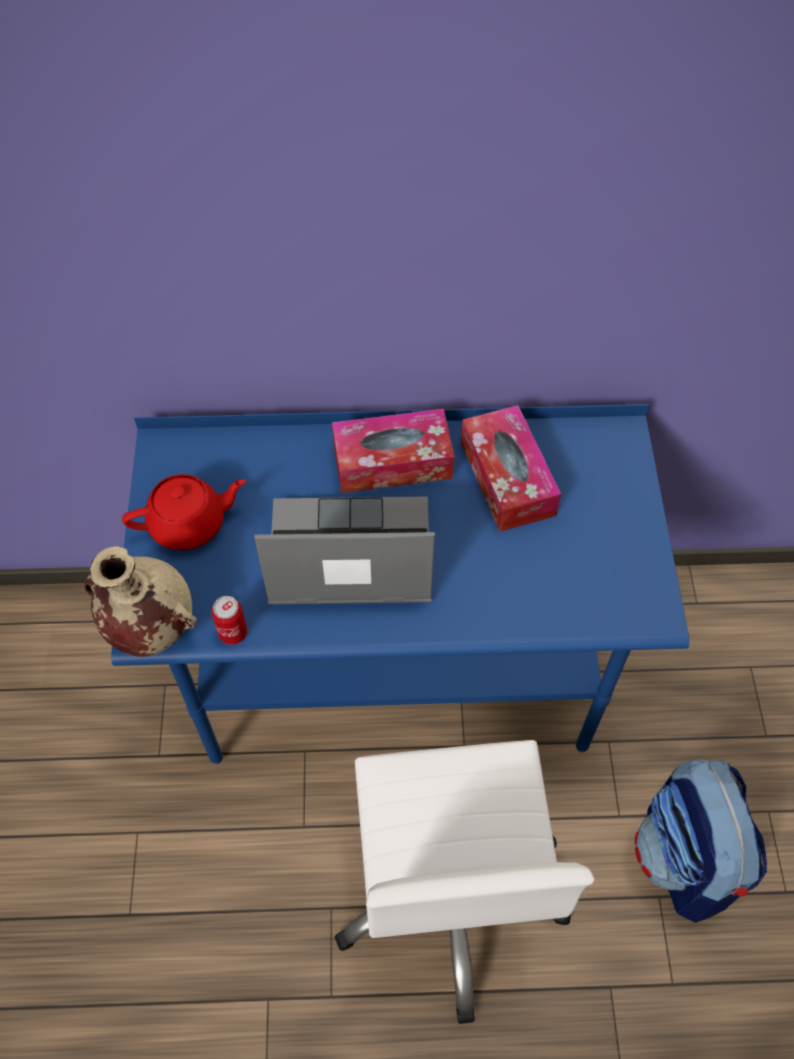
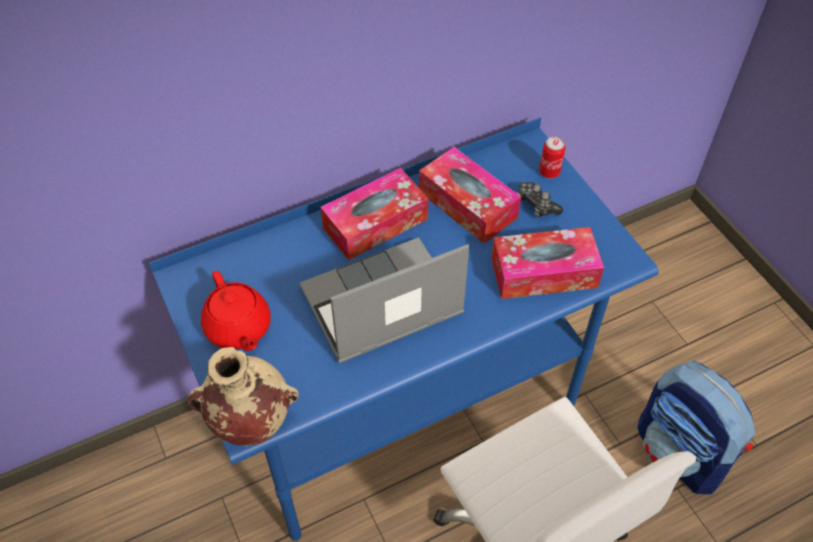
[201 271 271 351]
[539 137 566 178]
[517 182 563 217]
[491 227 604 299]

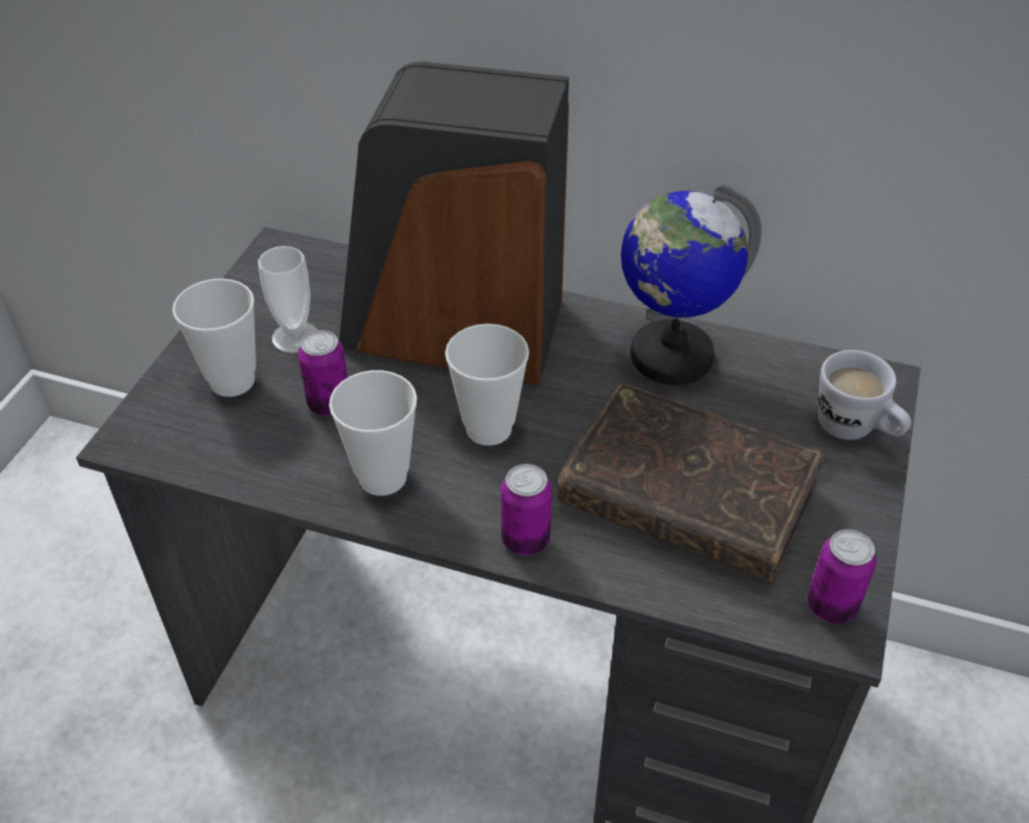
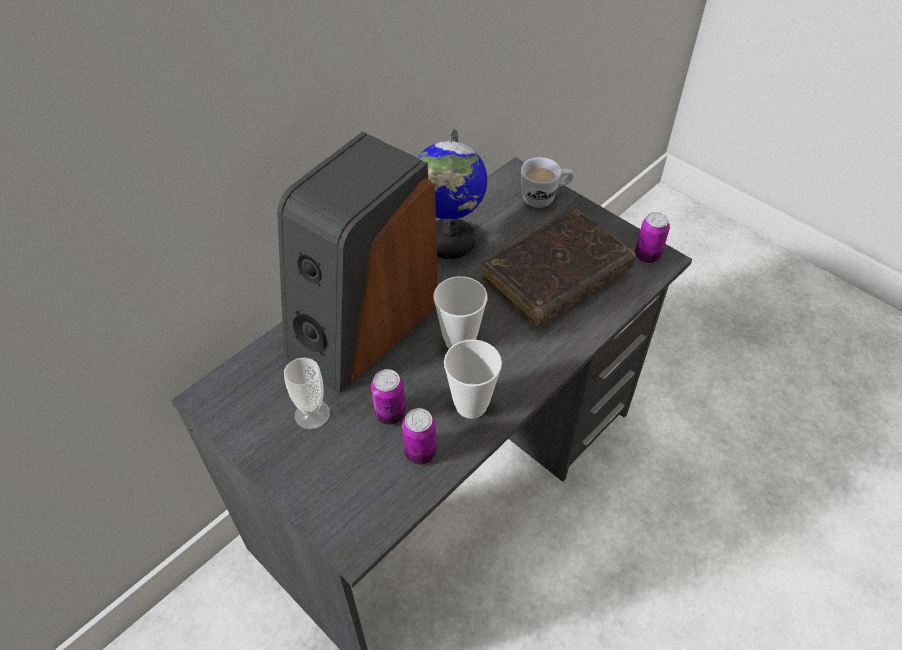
[172 278 256 397] (first image)
[402 408 437 464]

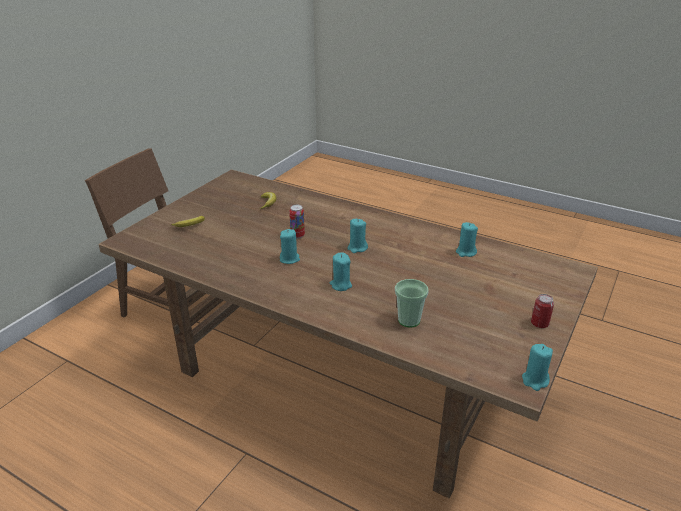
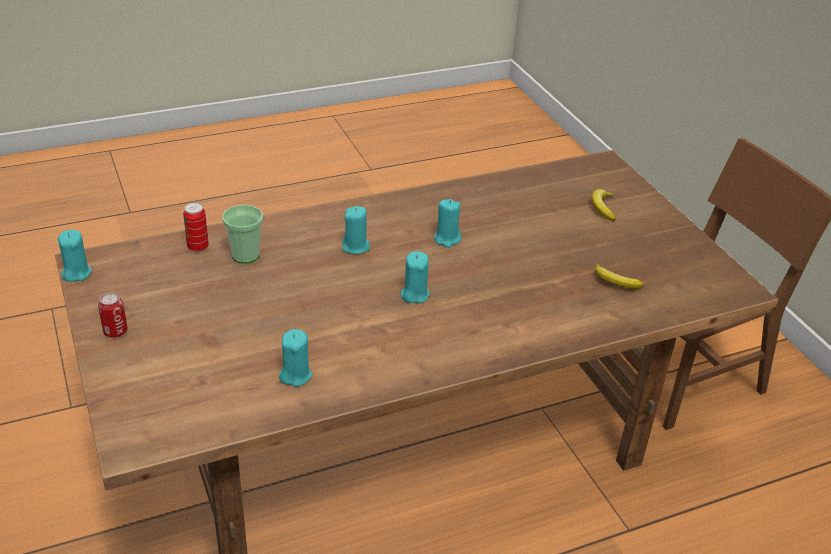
[183 202 209 252]

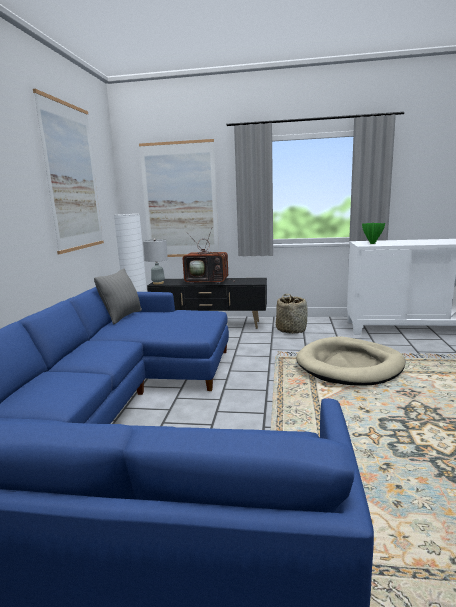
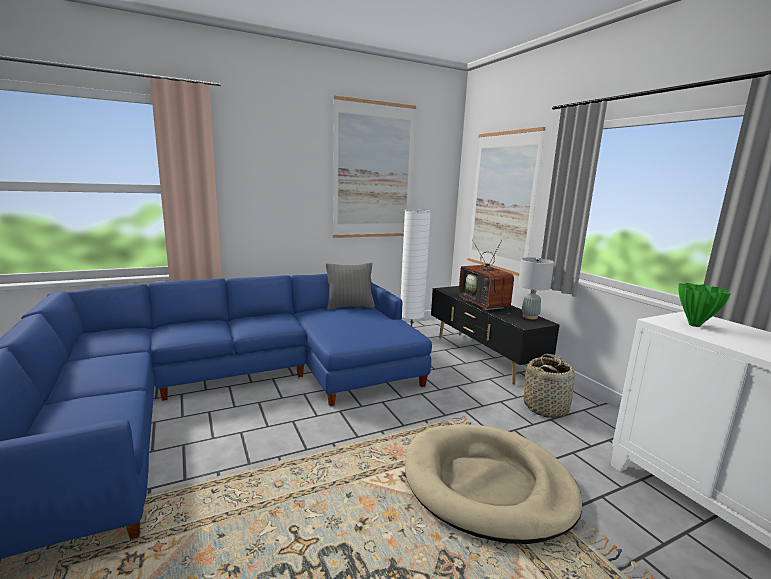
[518 257 554 319]

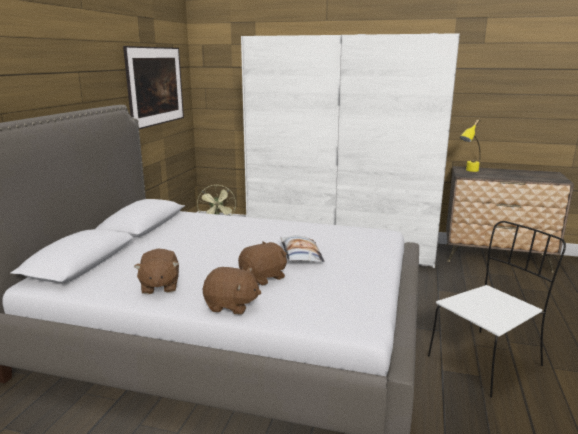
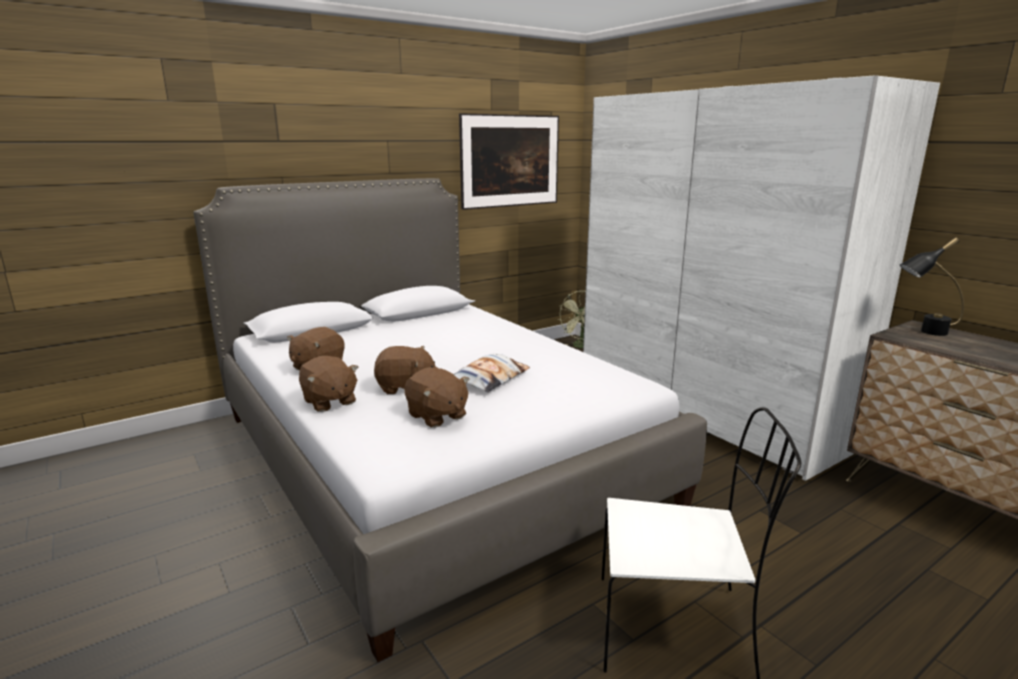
[900 237 964 336]
[404 367 469 428]

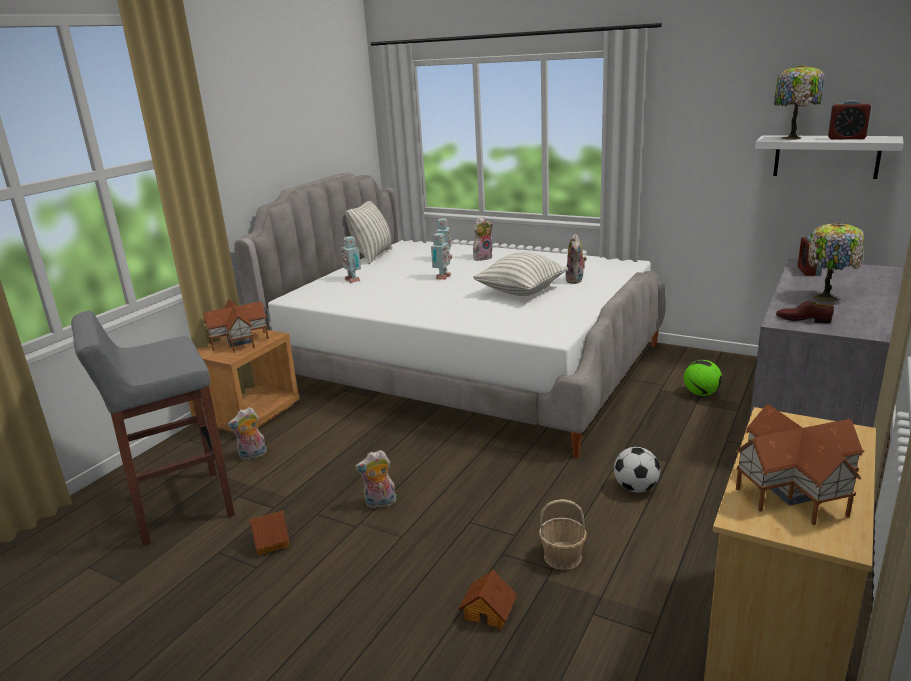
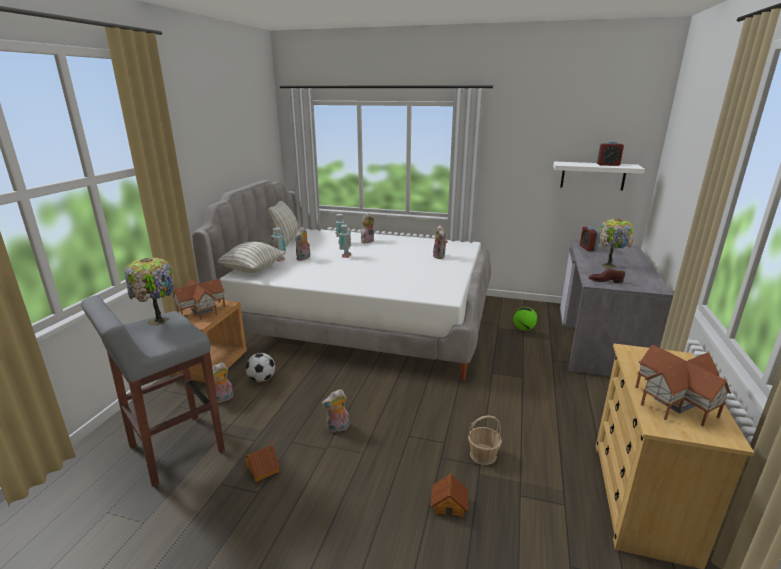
[124 258 175 326]
[217 242 286 273]
[246 353 275 382]
[295 227 310 261]

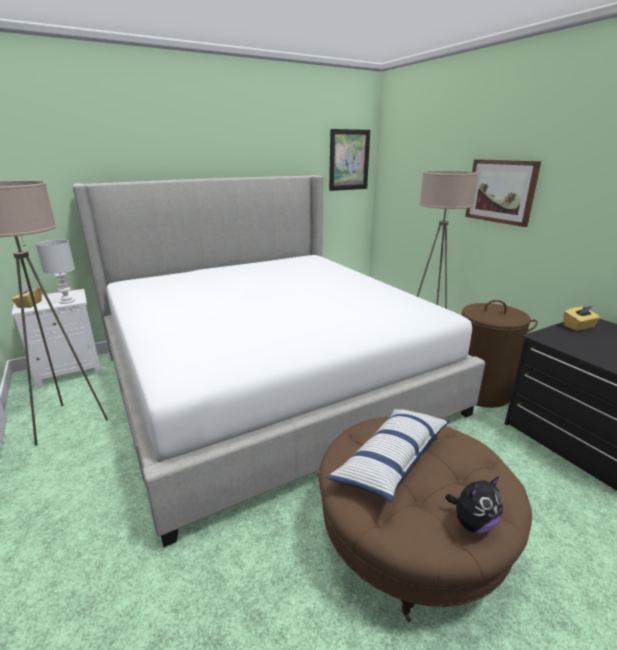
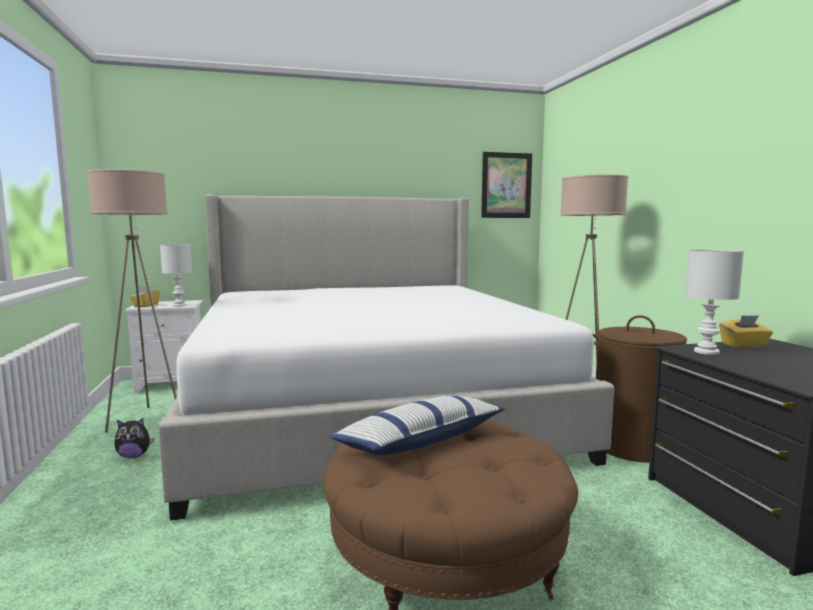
[465 159 541 227] (first image)
[114 418 155 458]
[685 249 744 355]

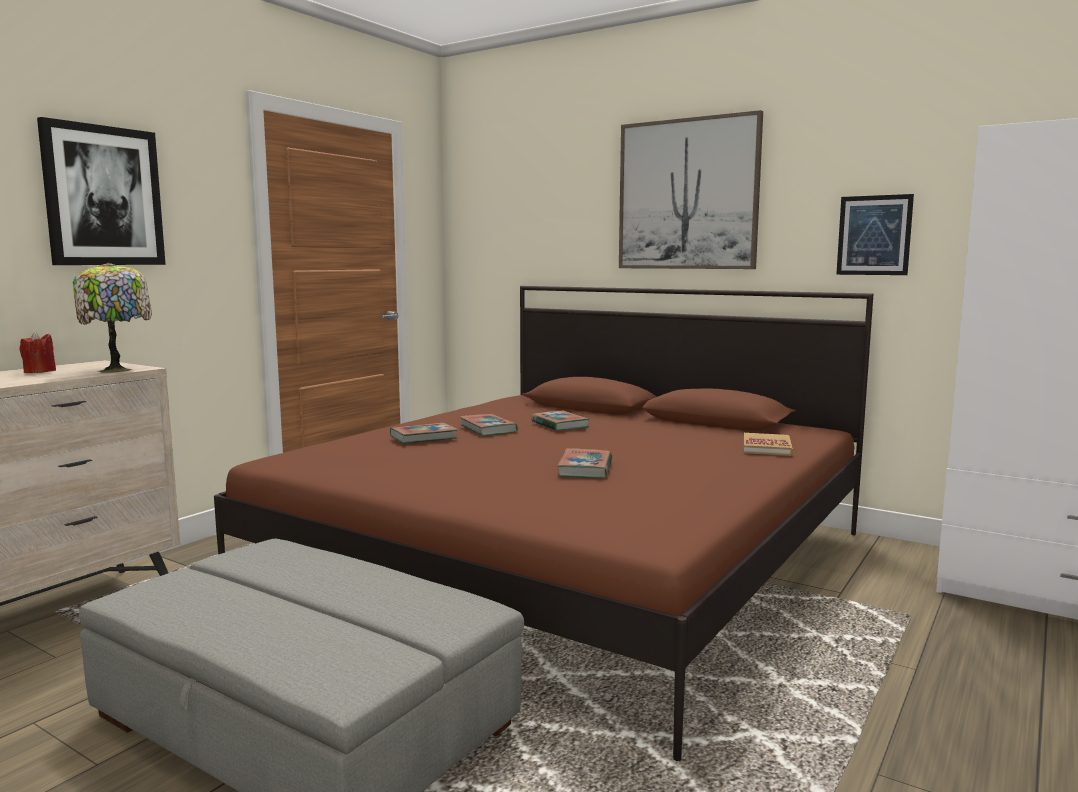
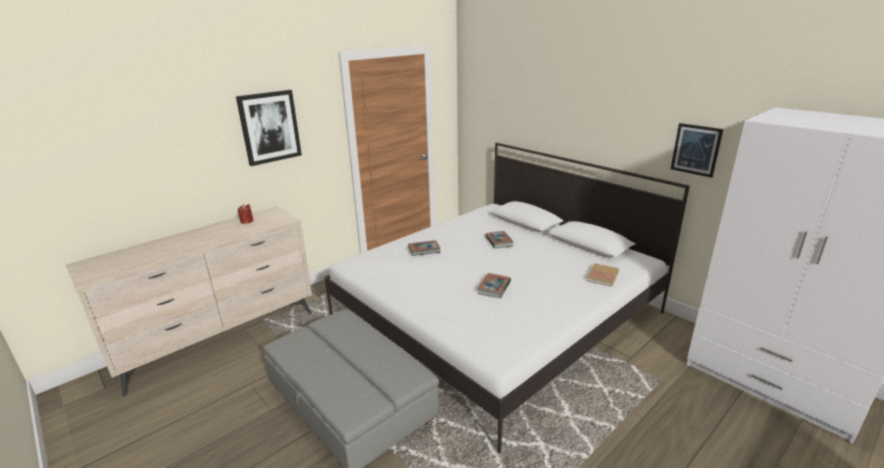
[619 110 763 269] (first image)
[73 263 152 373] (first image)
[324 142 690 453]
[460 414 518 436] (first image)

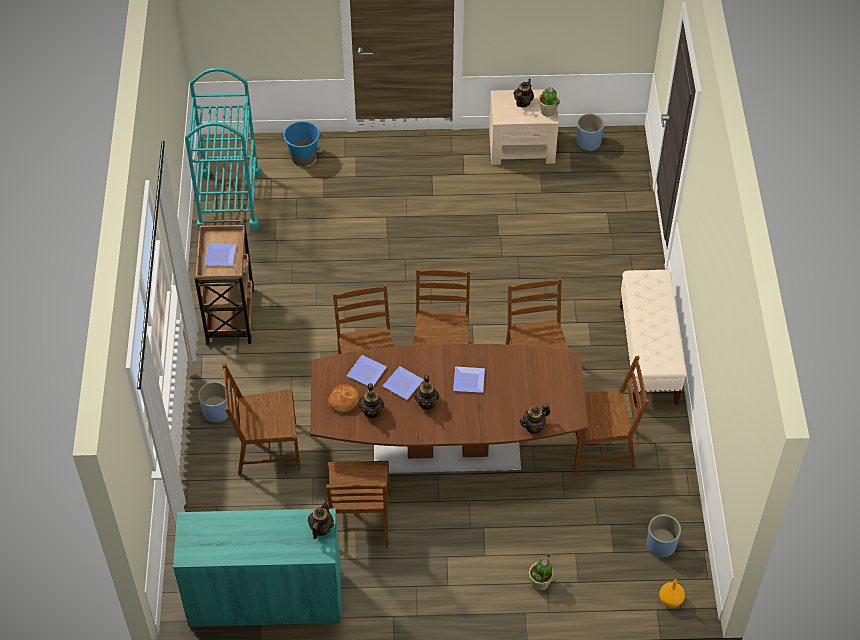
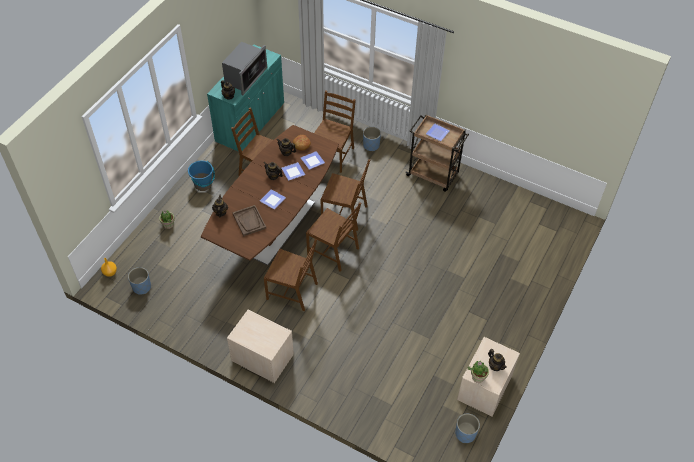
[185 68 262 230] (first image)
[188 161 215 191]
[227 309 294 383]
[574 356 649 475] (first image)
[222 42 267 96]
[233 205 266 236]

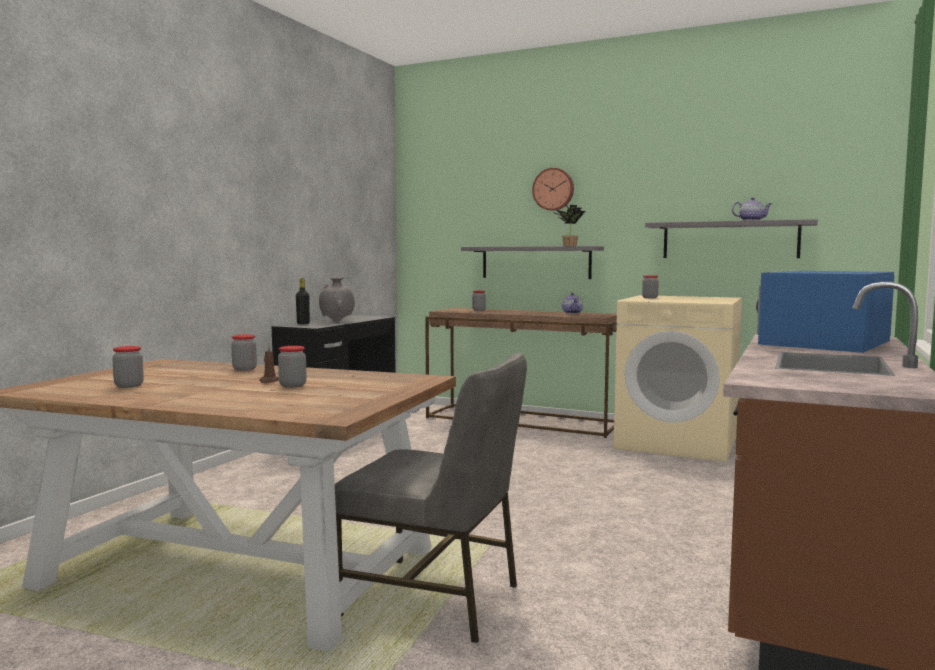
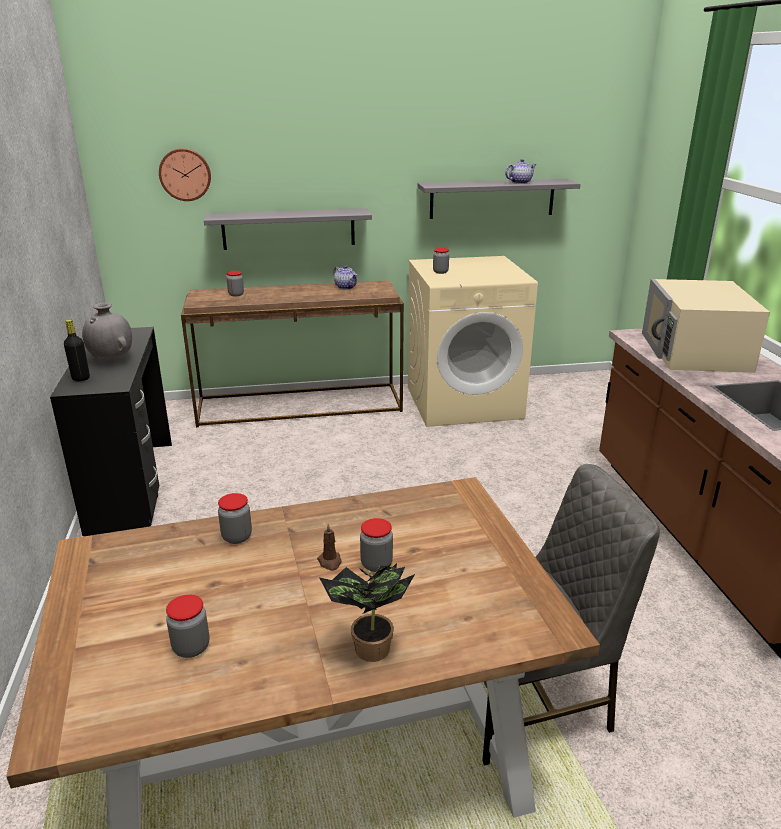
[159 148 211 201]
[319 563 415 662]
[642 279 770 373]

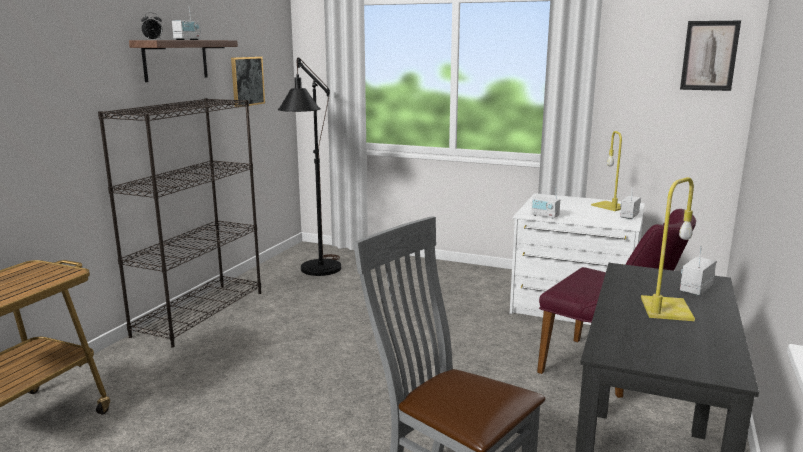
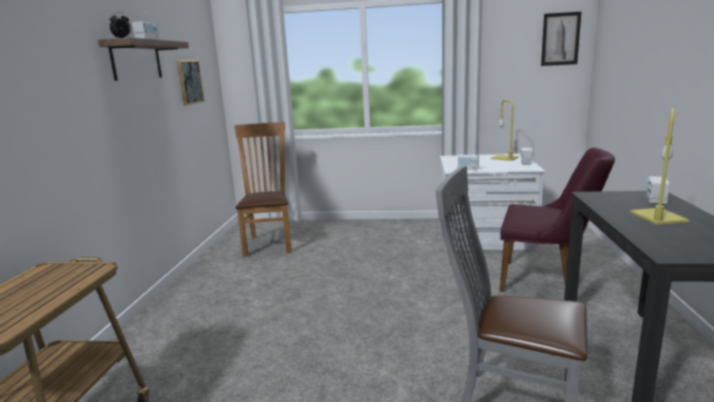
[234 122 292 257]
[98 98 261 348] (first image)

